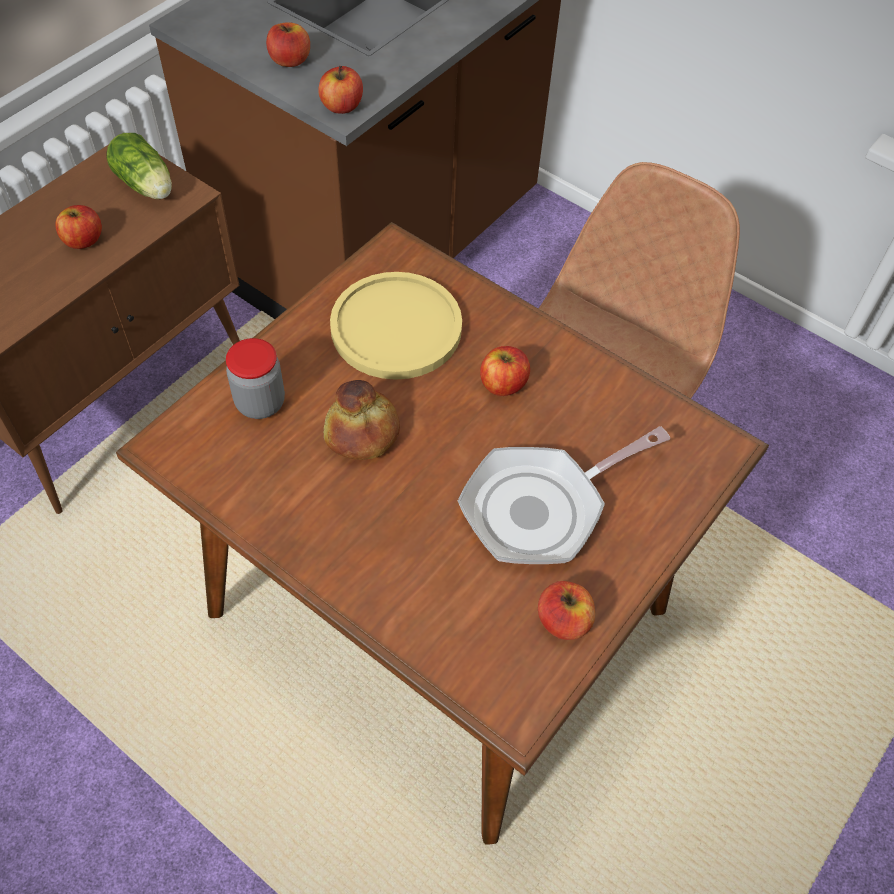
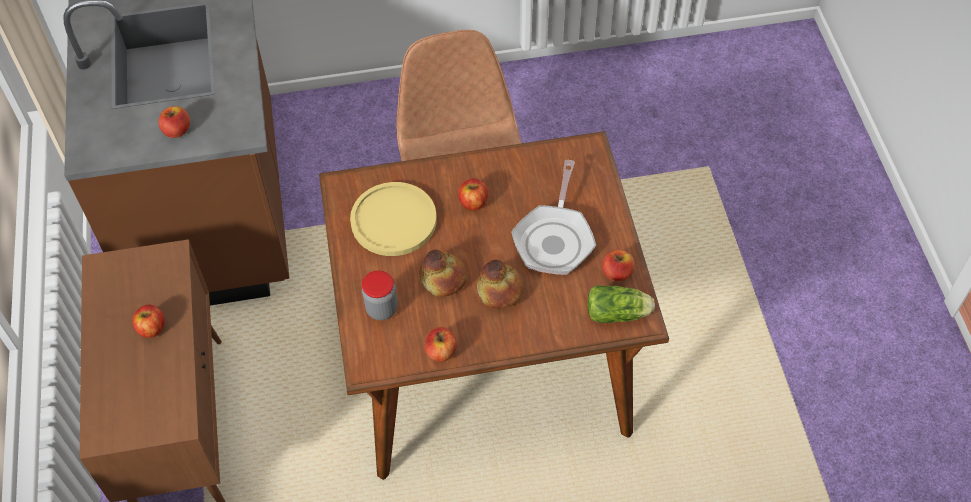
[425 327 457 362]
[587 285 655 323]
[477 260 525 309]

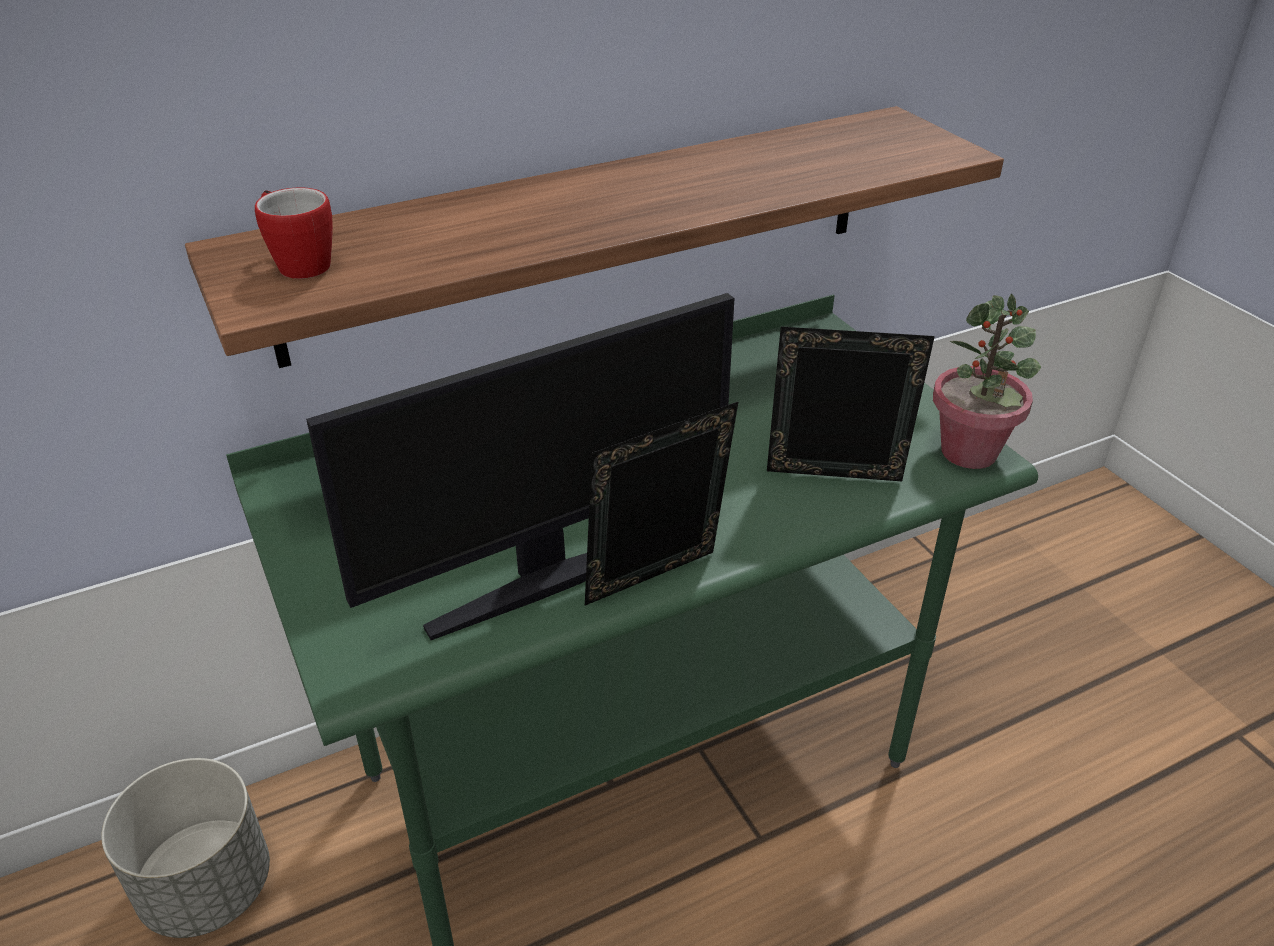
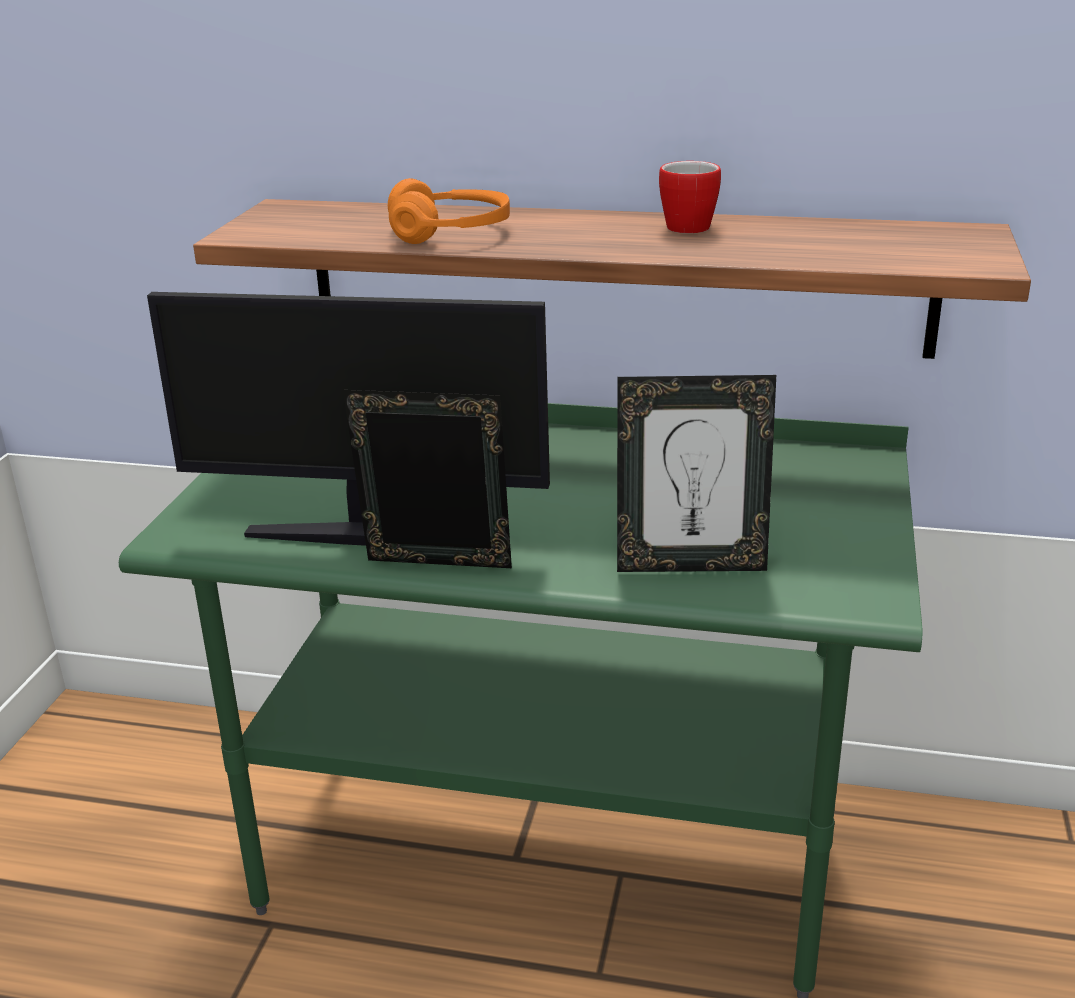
[659 161 721 234]
[933 294 1041 469] (first image)
[617 375 776 572]
[101 758 270 938] (first image)
[388 178 510 244]

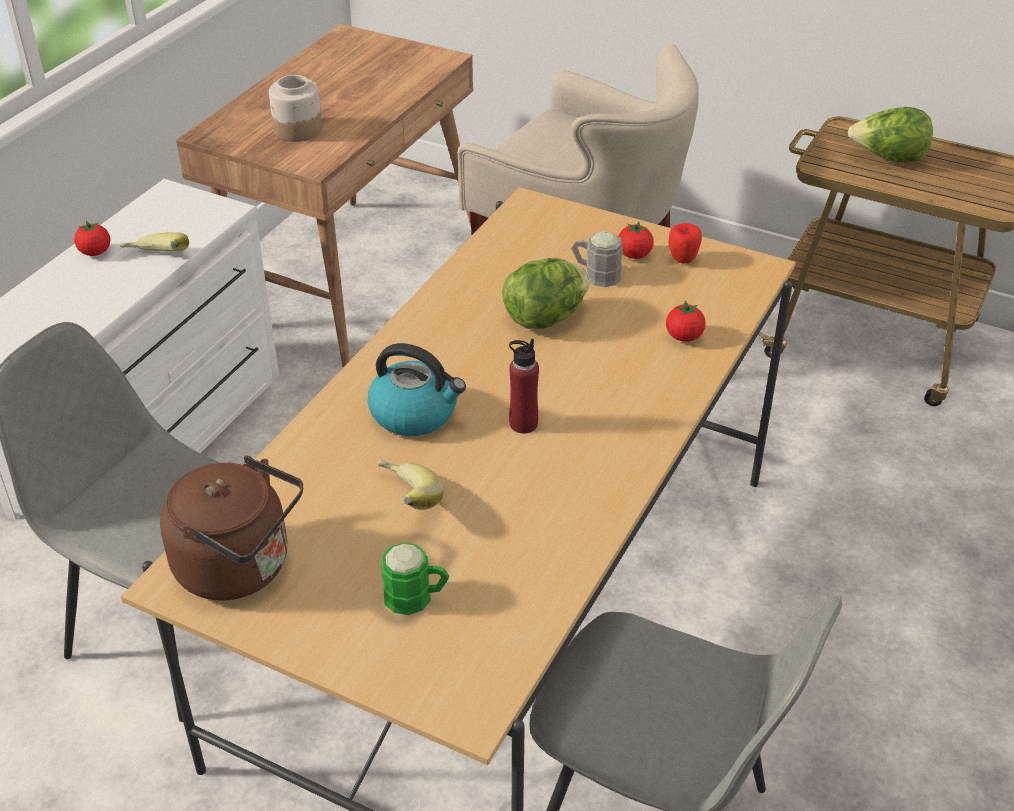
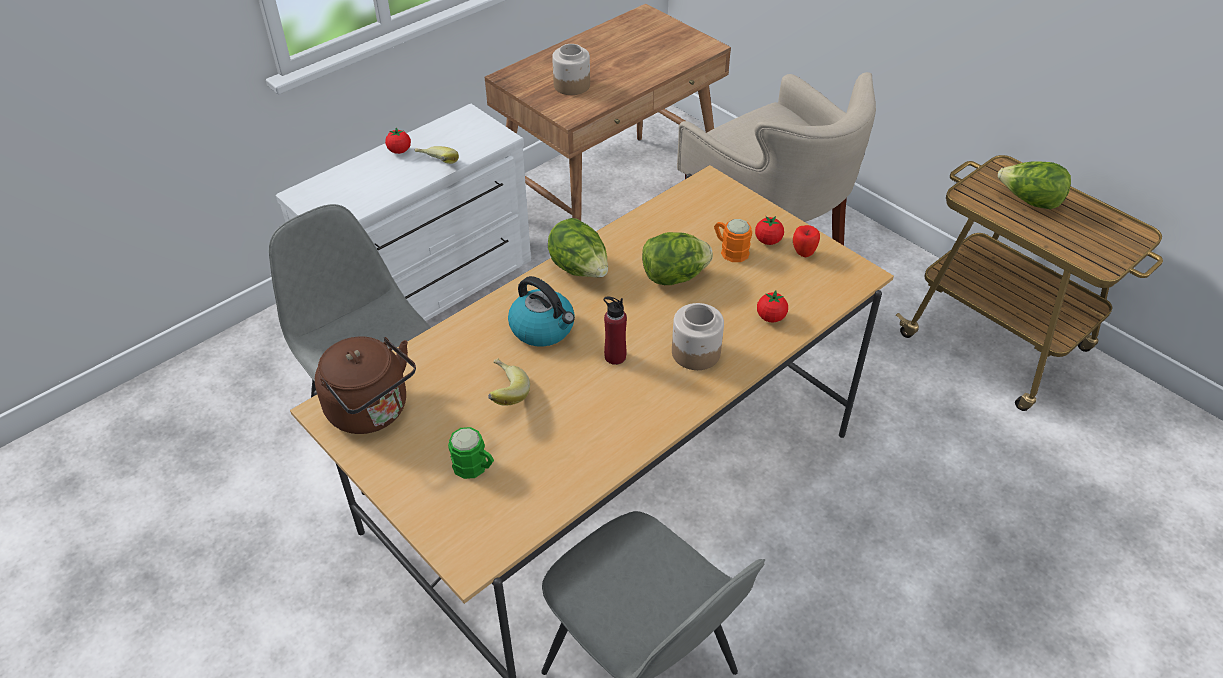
[714 219 752 262]
[548 218 608 277]
[672 303 724 370]

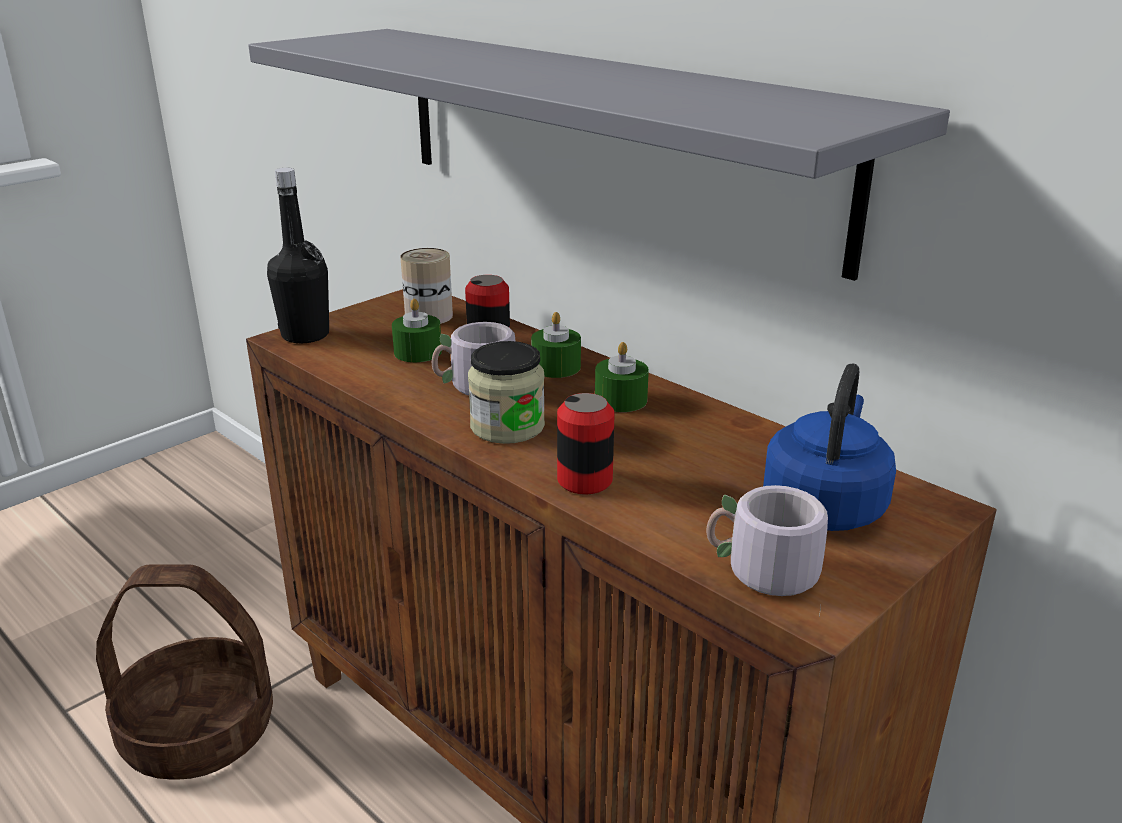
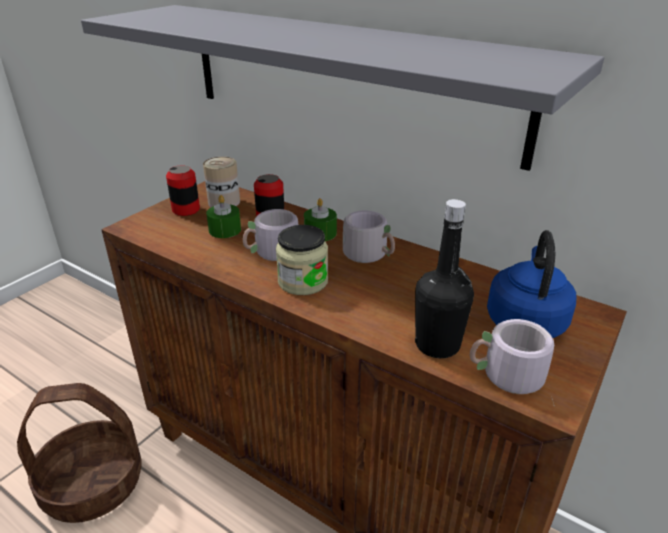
[415 199 474 358]
[343 211 395 263]
[166 165 200 216]

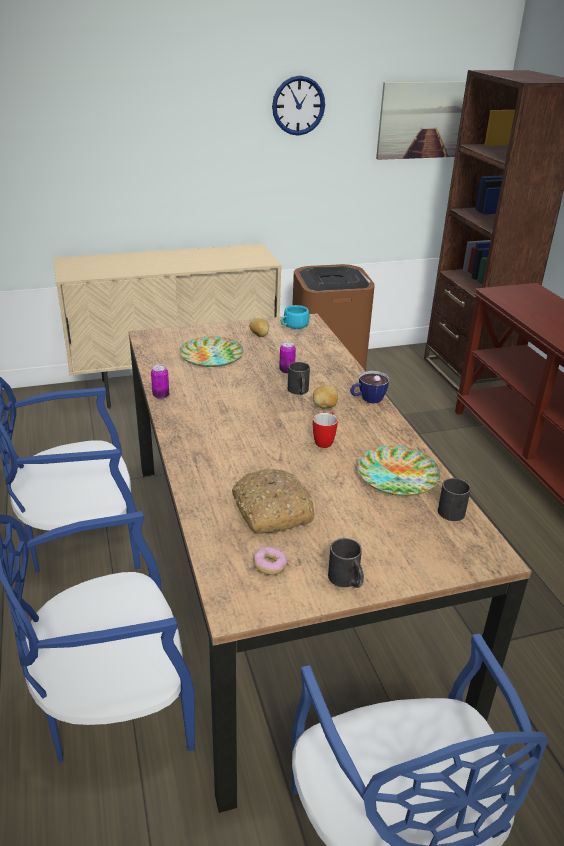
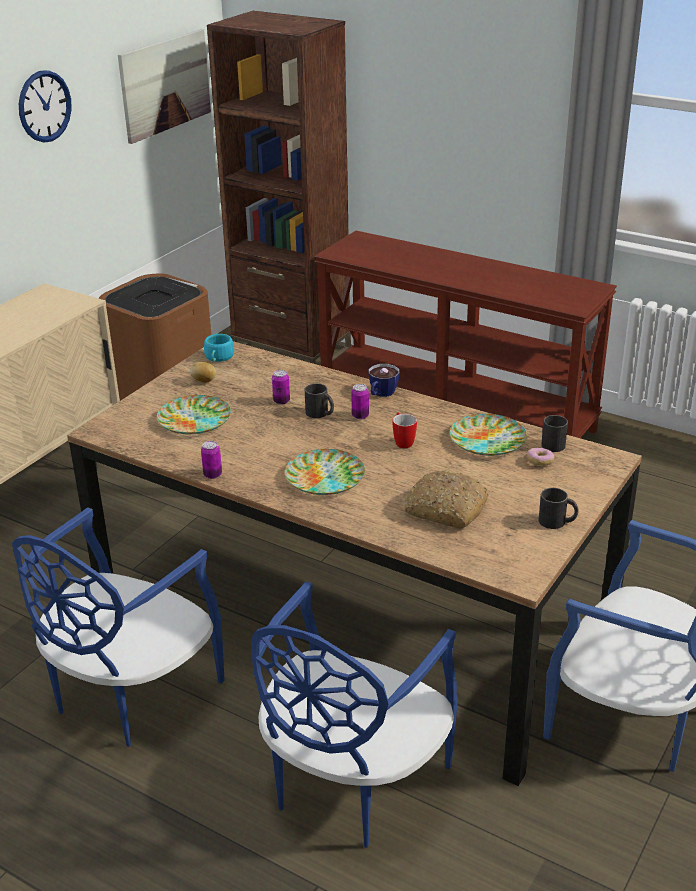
[351 384 369 419]
[527 448 555 466]
[285 449 365 495]

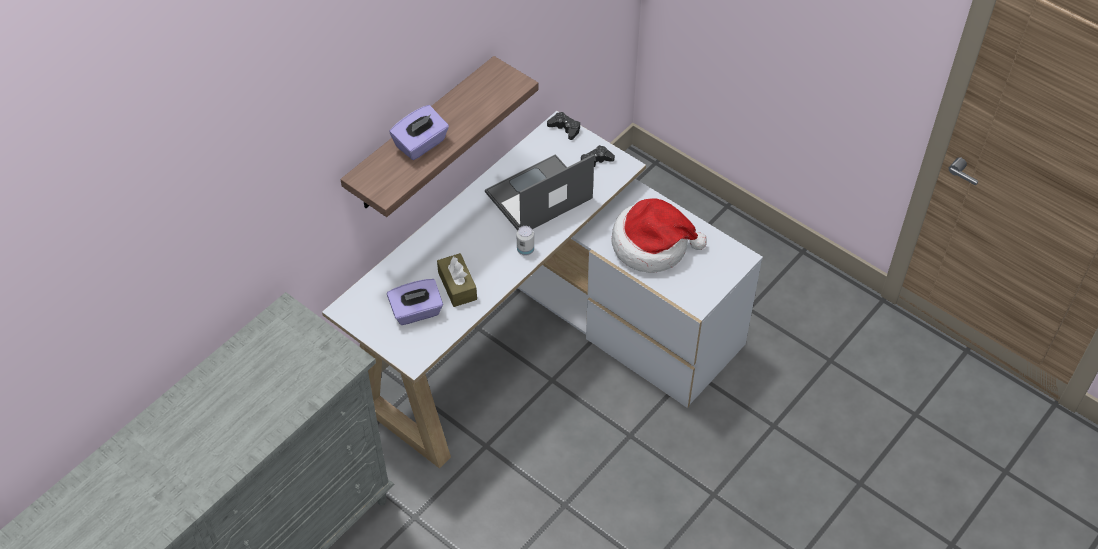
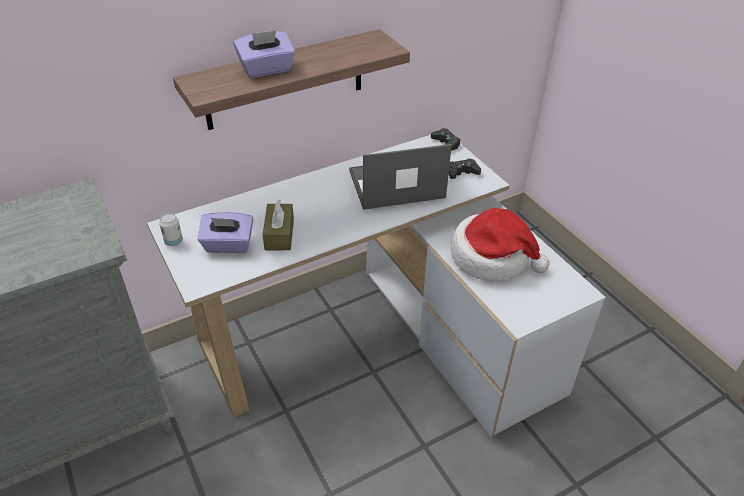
[159 213 183 246]

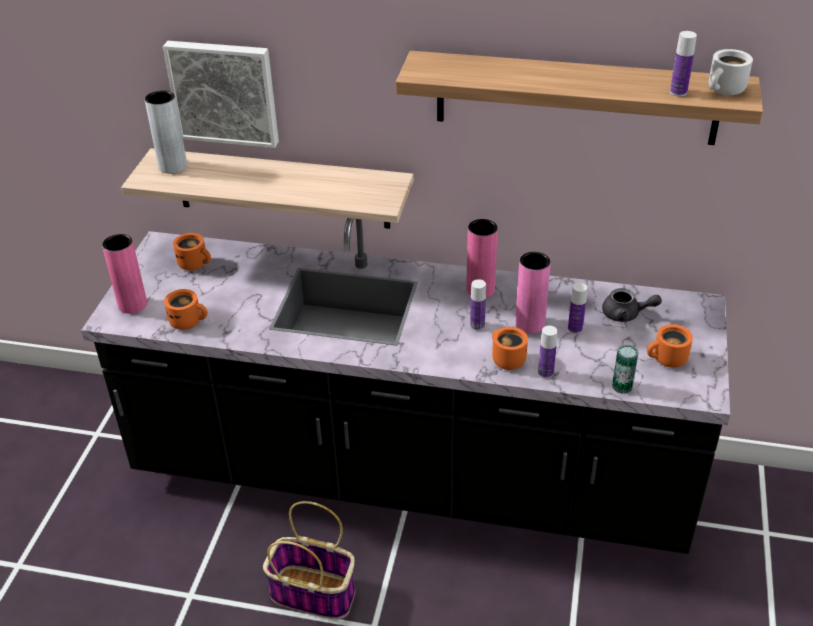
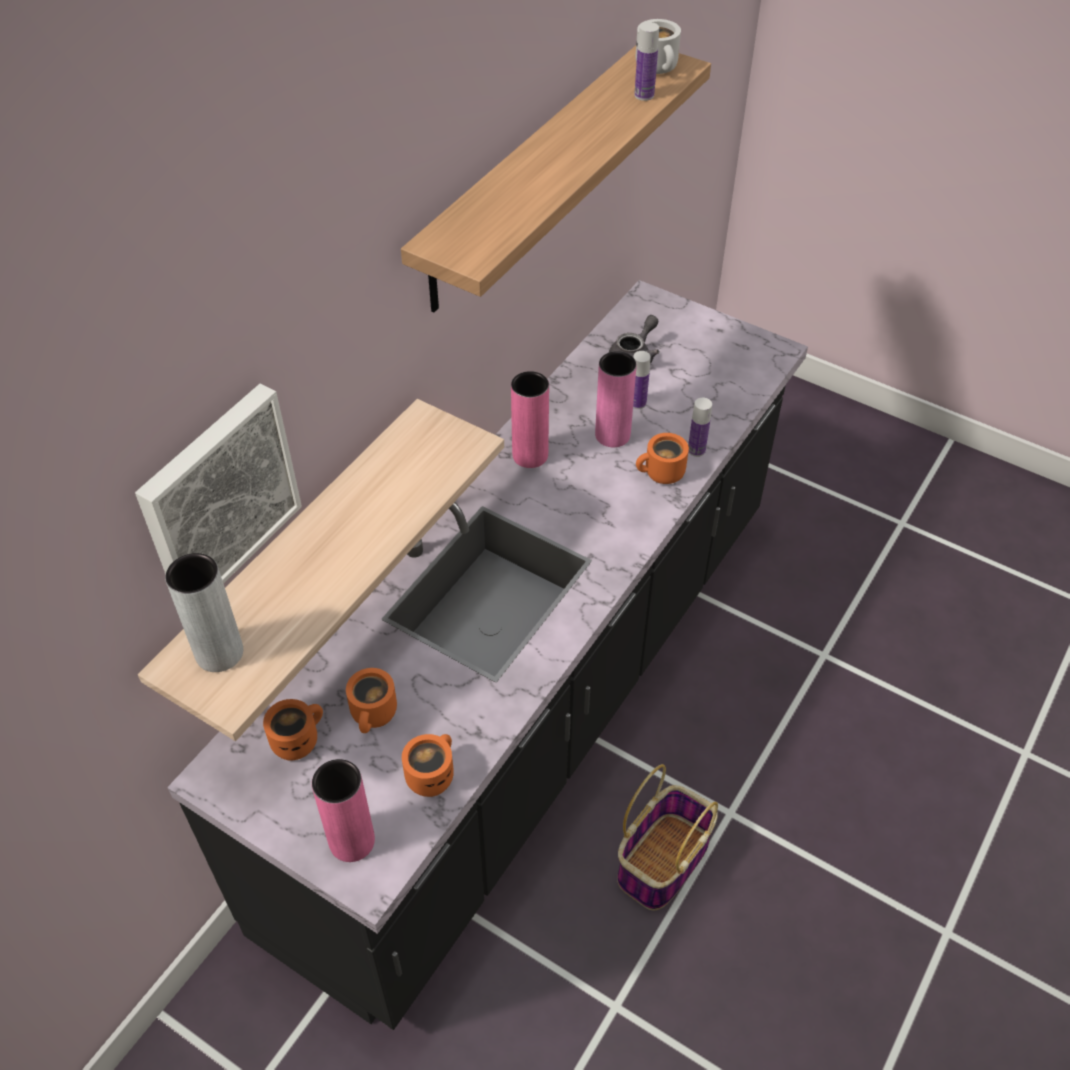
[470 279 486 330] (first image)
[346 668 397 733]
[612 344 639 394] (first image)

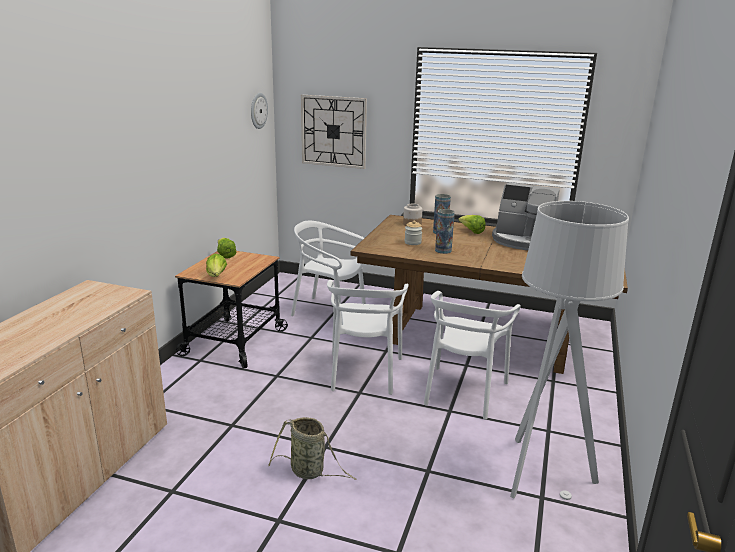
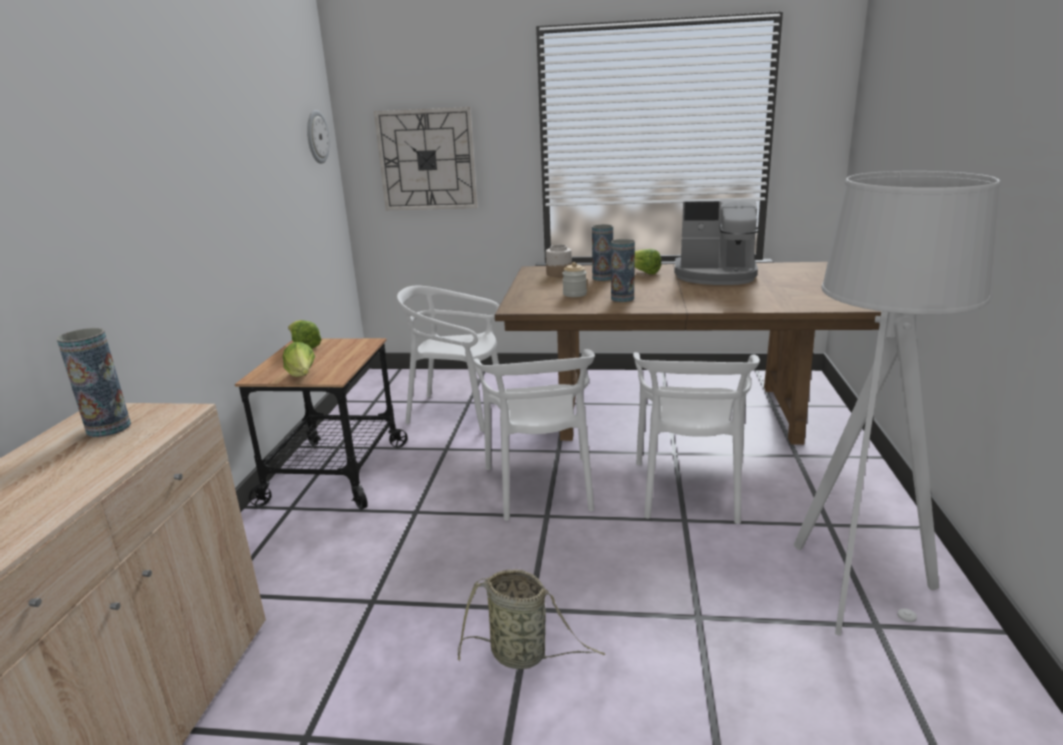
[57 328 131 437]

